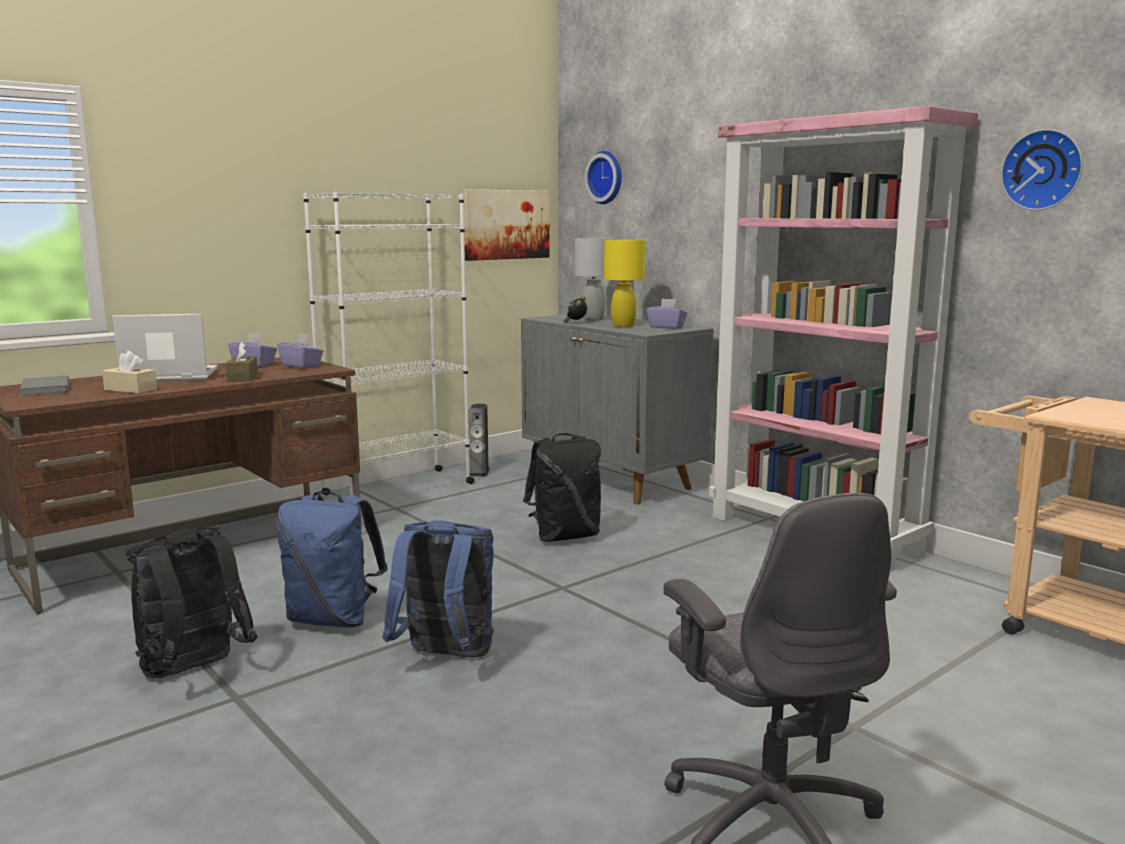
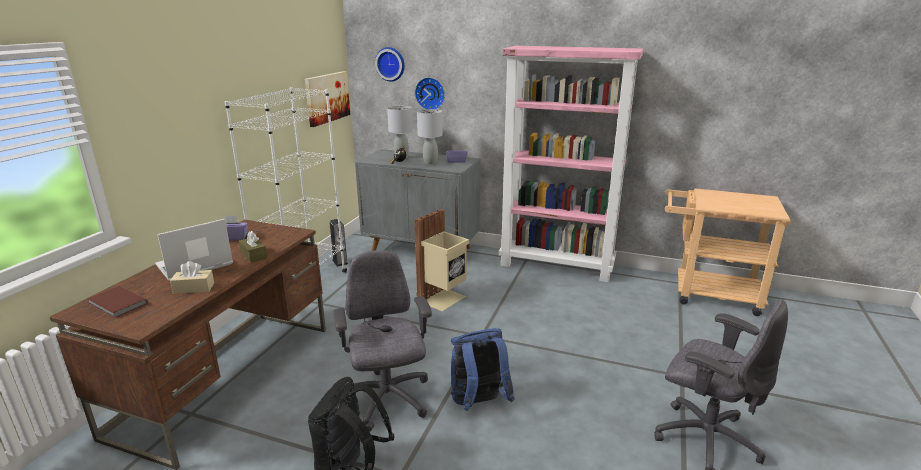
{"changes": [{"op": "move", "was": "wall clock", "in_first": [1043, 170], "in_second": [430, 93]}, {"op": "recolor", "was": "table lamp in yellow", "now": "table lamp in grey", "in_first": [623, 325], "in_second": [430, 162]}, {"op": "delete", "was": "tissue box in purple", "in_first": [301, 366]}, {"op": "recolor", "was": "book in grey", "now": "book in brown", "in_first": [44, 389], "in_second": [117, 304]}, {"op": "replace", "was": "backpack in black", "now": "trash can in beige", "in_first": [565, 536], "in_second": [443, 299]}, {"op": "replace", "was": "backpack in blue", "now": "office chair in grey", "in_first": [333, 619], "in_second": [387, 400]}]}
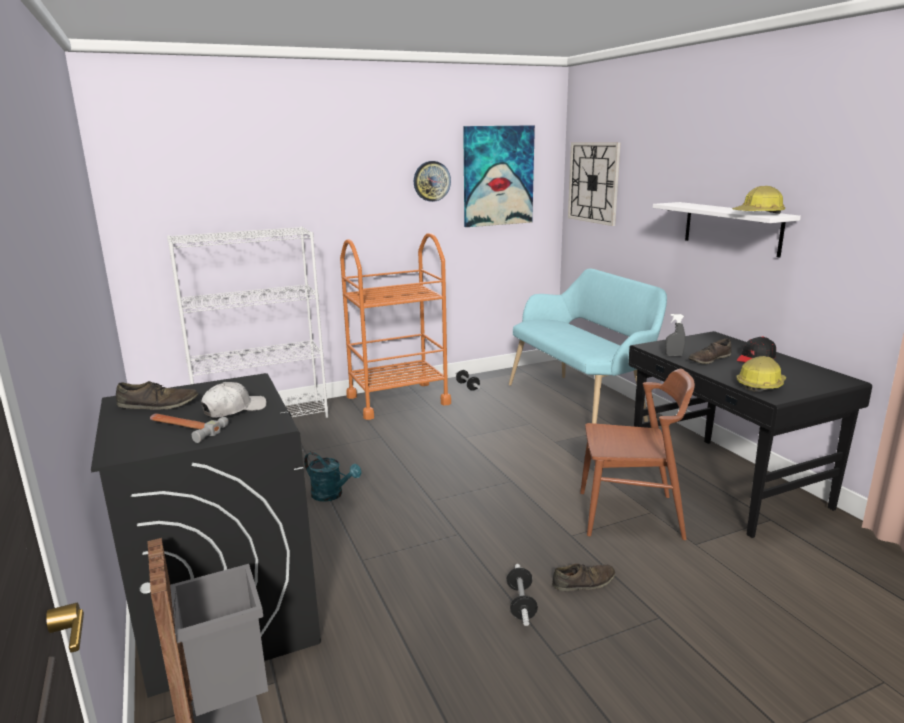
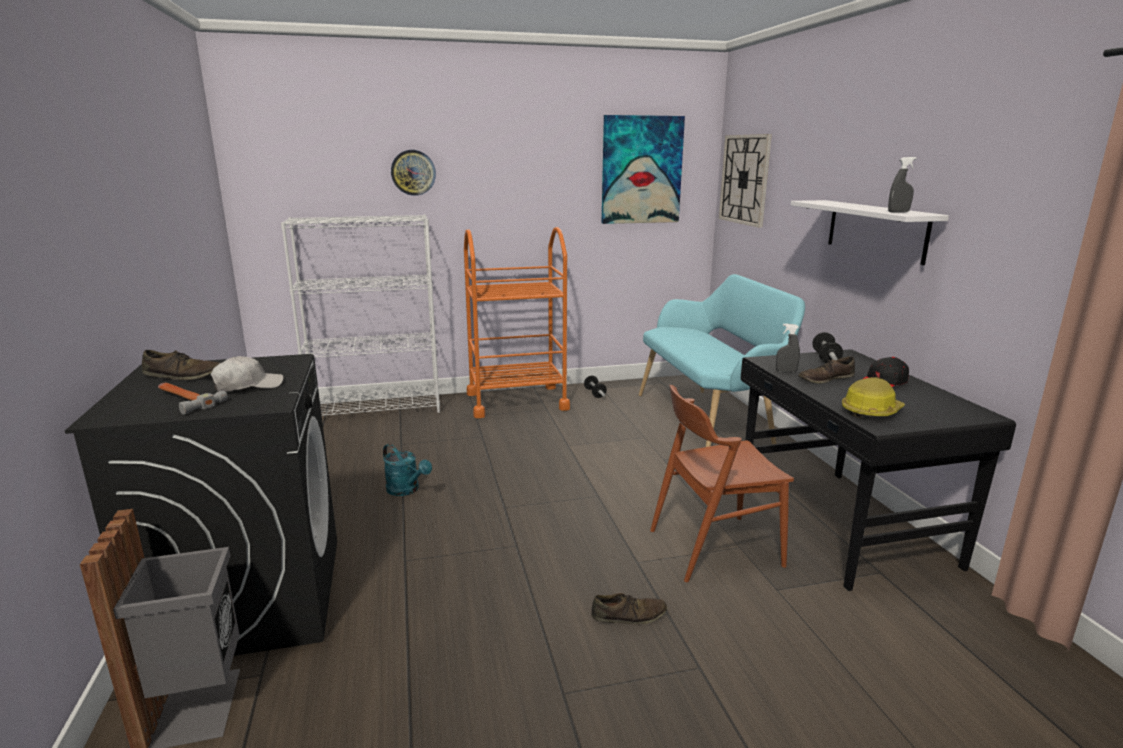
{"changes": [{"op": "move", "was": "wall clock", "in_first": [431, 181], "in_second": [413, 172]}, {"op": "replace", "was": "hard hat", "now": "spray bottle in grey", "in_first": [758, 214], "in_second": [898, 212]}, {"op": "rotate", "was": "chair in brown", "in_first": [630, 515], "in_second": [714, 547], "clockwise": 150}, {"op": "move", "was": "dumbbell", "in_first": [521, 603], "in_second": [825, 358]}]}
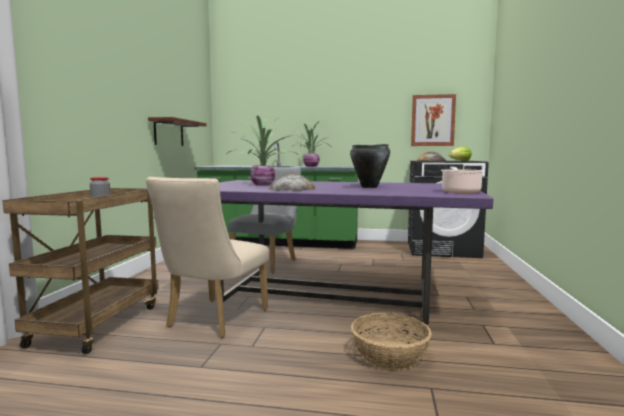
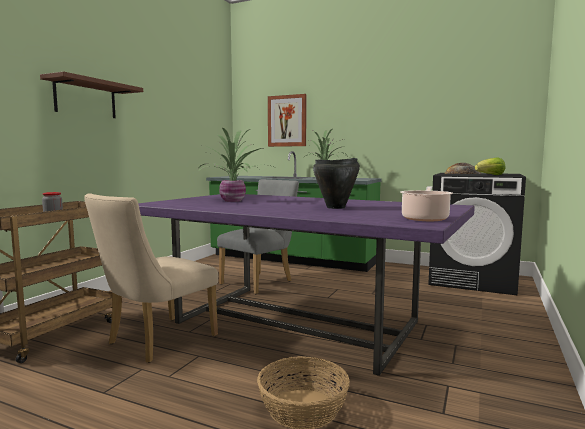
{"changes": [{"op": "move", "was": "picture", "in_first": [432, 120], "in_second": [287, 121]}, {"op": "move", "was": "shelf in brown", "in_first": [169, 133], "in_second": [85, 99]}, {"op": "delete", "was": "bread", "in_first": [292, 189]}]}
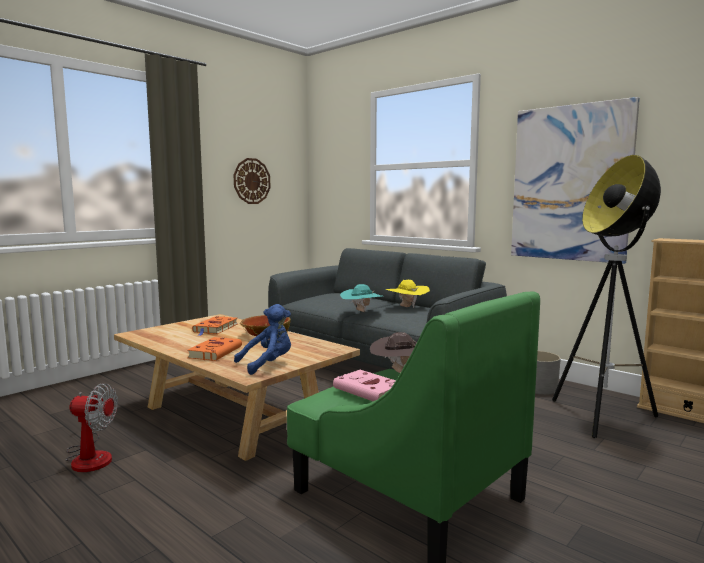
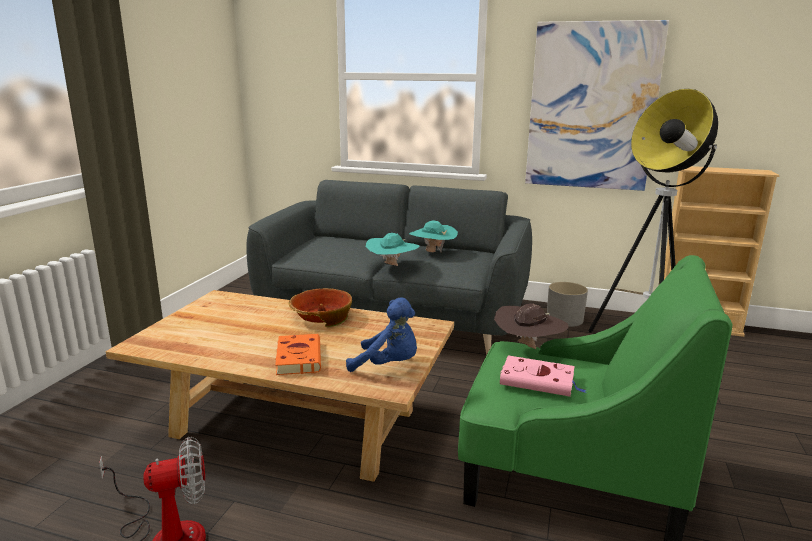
{"changes": [{"op": "delete", "was": "wall clock", "in_first": [251, 181]}, {"op": "recolor", "was": "hat in yellow", "now": "hat in turquoise", "in_first": [407, 307], "in_second": [432, 252]}, {"op": "rotate", "was": "plush toy in blue", "in_first": [268, 364], "in_second": [388, 365], "clockwise": 75}, {"op": "delete", "was": "book in orange", "in_first": [215, 328]}]}
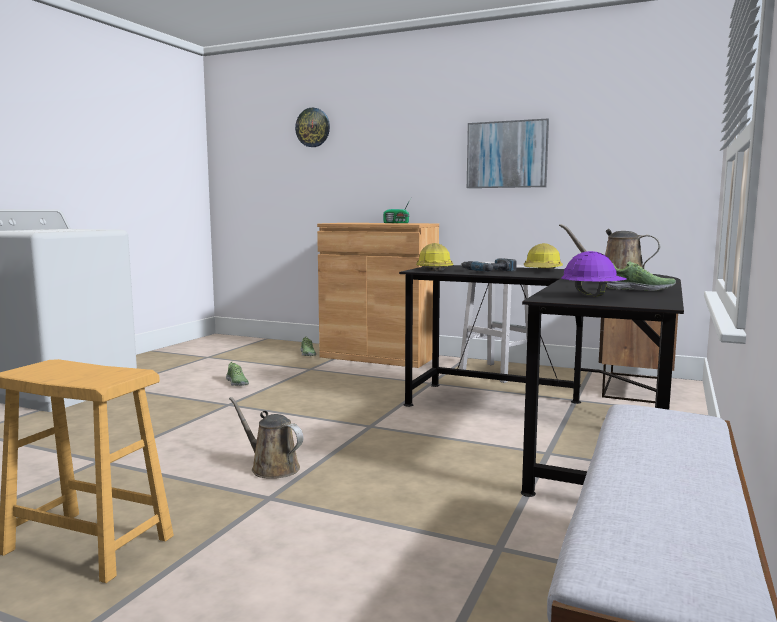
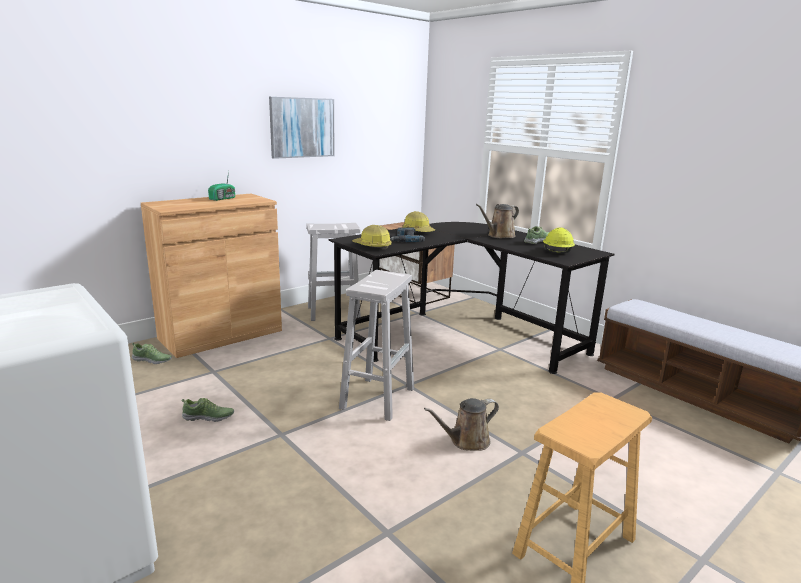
{"changes": [{"op": "delete", "was": "wall clock", "in_first": [313, 127]}, {"op": "recolor", "was": "hard hat in purple", "now": "hard hat in yellow", "in_first": [592, 295], "in_second": [557, 252]}, {"op": "insert", "now": "stool in white", "in_second": [378, 397]}]}
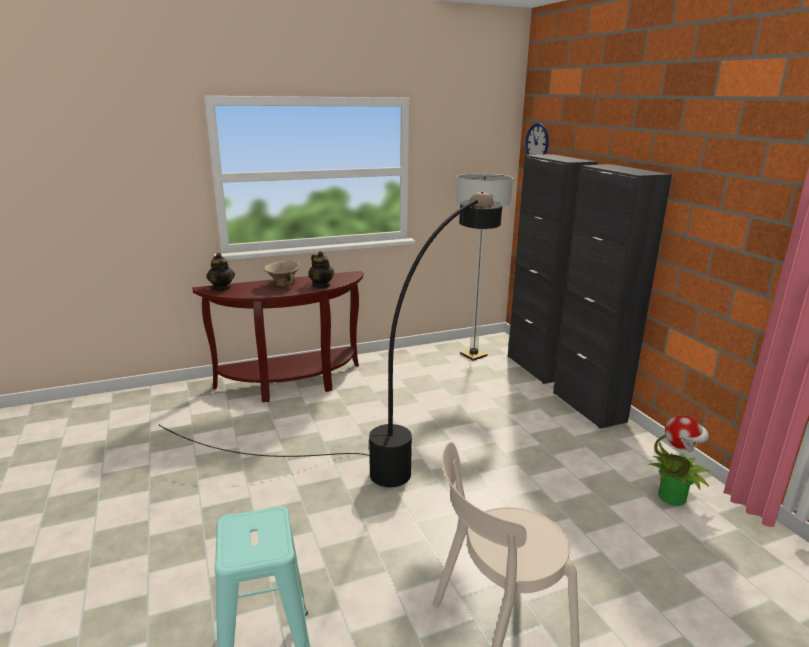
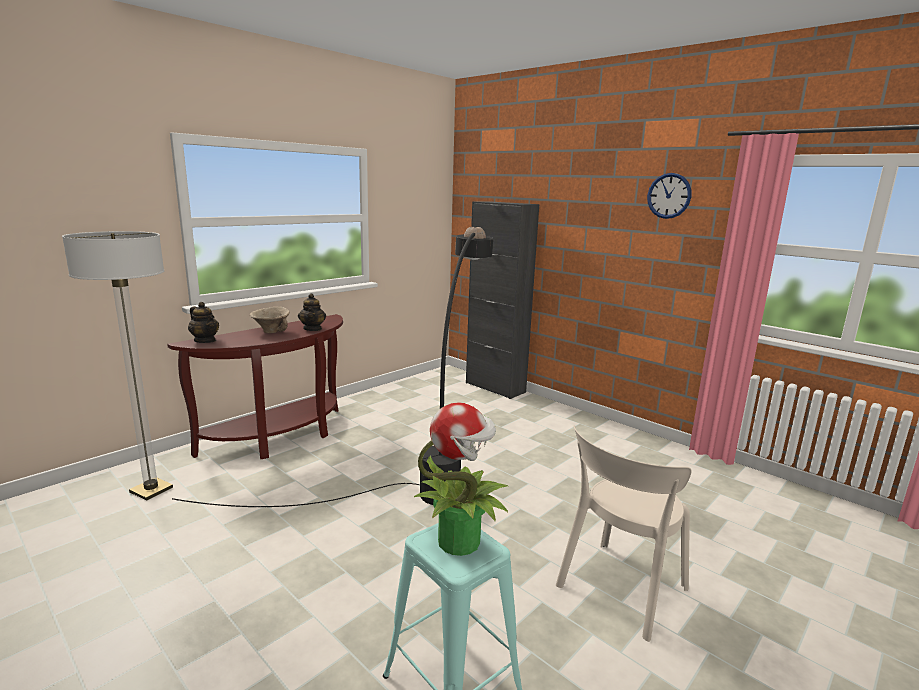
{"changes": [{"op": "move", "was": "wall clock", "in_first": [537, 143], "in_second": [669, 196]}, {"op": "delete", "was": "cabinet in black", "in_first": [588, 407]}, {"op": "move", "was": "floor lamp", "in_first": [473, 355], "in_second": [151, 490]}, {"op": "rotate", "was": "teapot", "in_first": [321, 285], "in_second": [313, 329], "clockwise": 45}, {"op": "move", "was": "potted plant", "in_first": [673, 497], "in_second": [460, 541]}]}
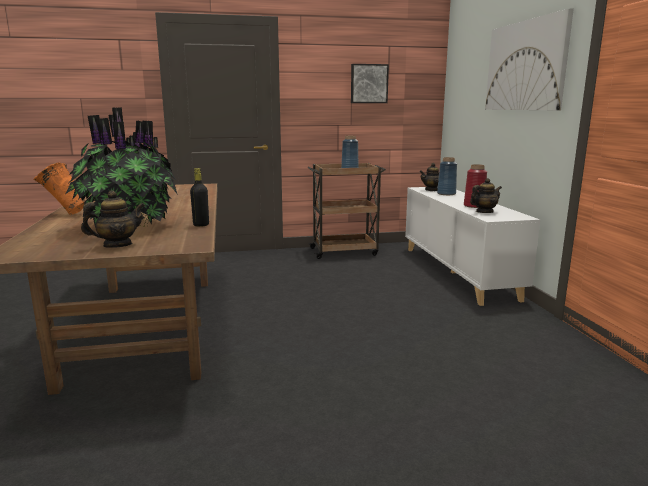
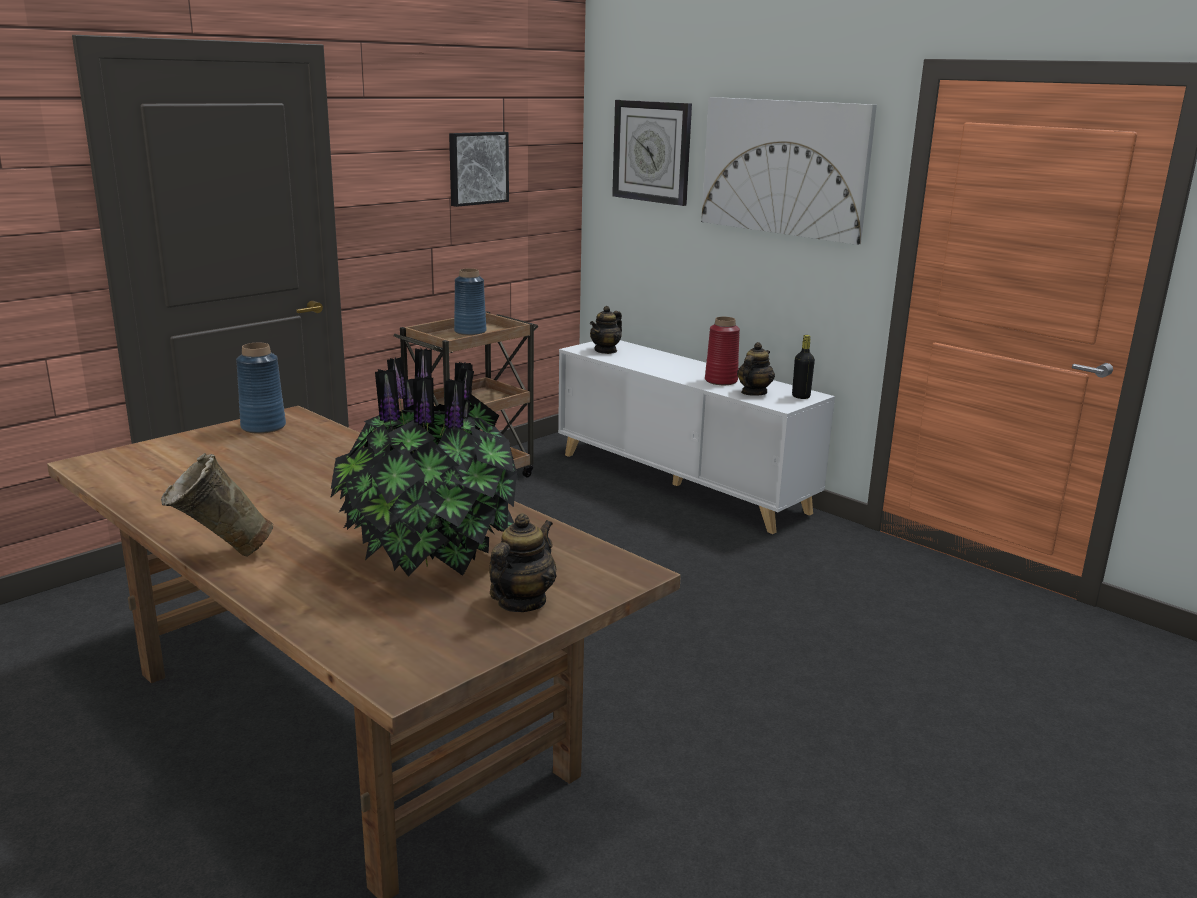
{"changes": [{"op": "move", "was": "vase in blue", "in_first": [446, 193], "in_second": [263, 427]}, {"op": "recolor", "was": "vase in orange", "now": "vase in beige", "in_first": [64, 214], "in_second": [221, 556]}, {"op": "move", "was": "bottle in black", "in_first": [201, 225], "in_second": [801, 396]}, {"op": "insert", "now": "wall clock", "in_second": [652, 151]}]}
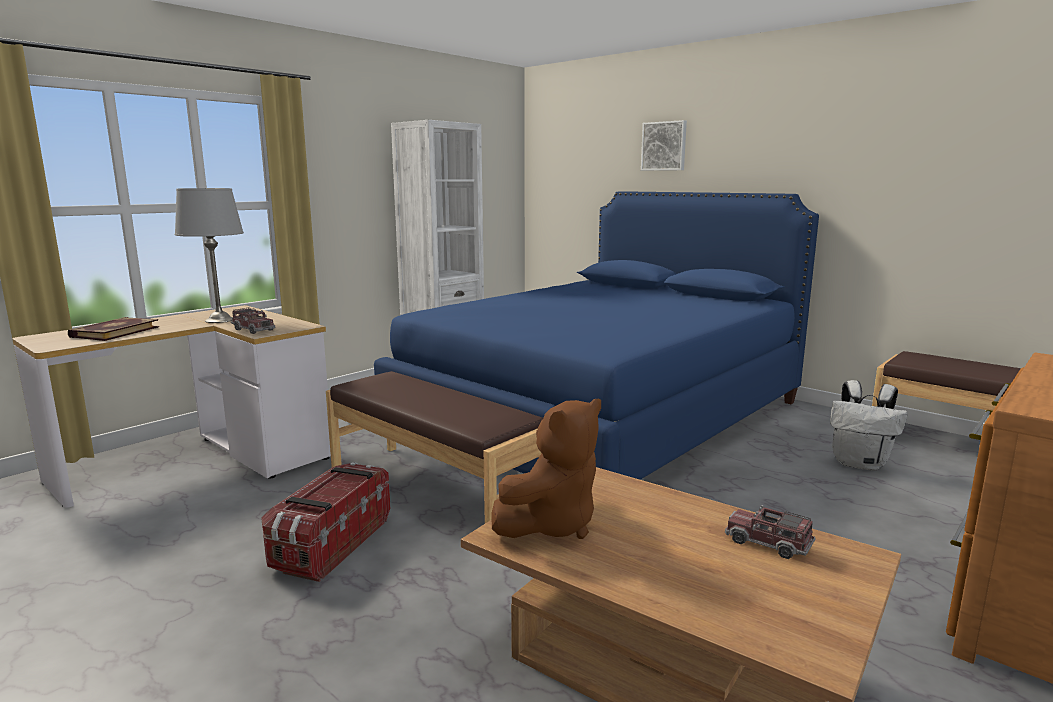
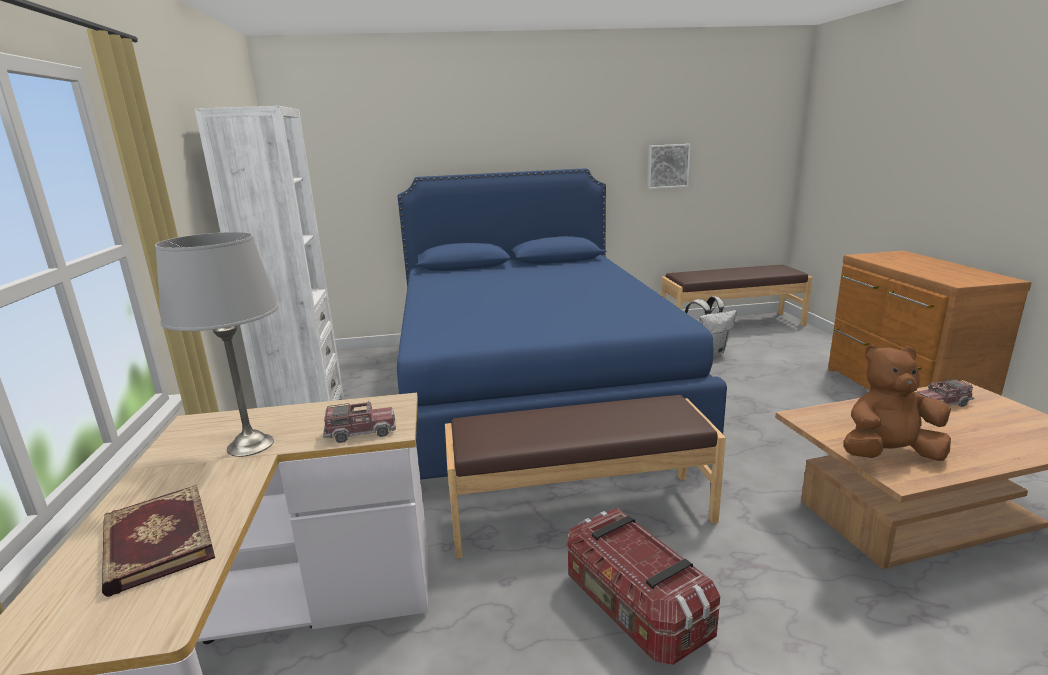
{"changes": [{"op": "move", "was": "picture", "in_first": [664, 146], "in_second": [667, 166]}, {"op": "rotate", "was": "plush toy in brown", "in_first": [551, 524], "in_second": [888, 454], "clockwise": -90}]}
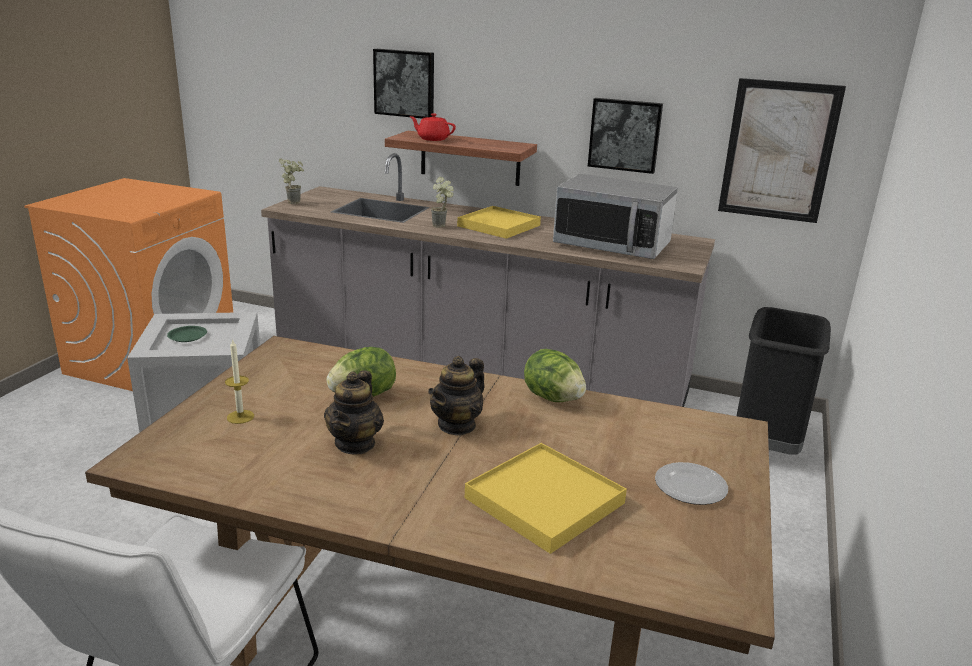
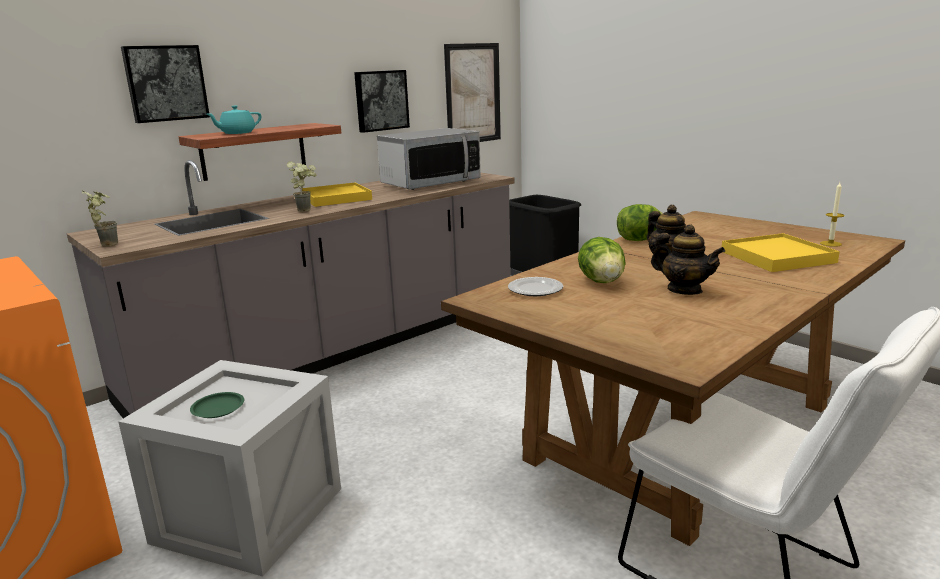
{"changes": [{"op": "recolor", "was": "teapot in red", "now": "teapot in turquoise", "in_first": [432, 139], "in_second": [237, 133]}, {"op": "move", "was": "candle", "in_first": [240, 417], "in_second": [830, 244]}, {"op": "move", "was": "plate", "in_first": [690, 487], "in_second": [536, 290]}]}
